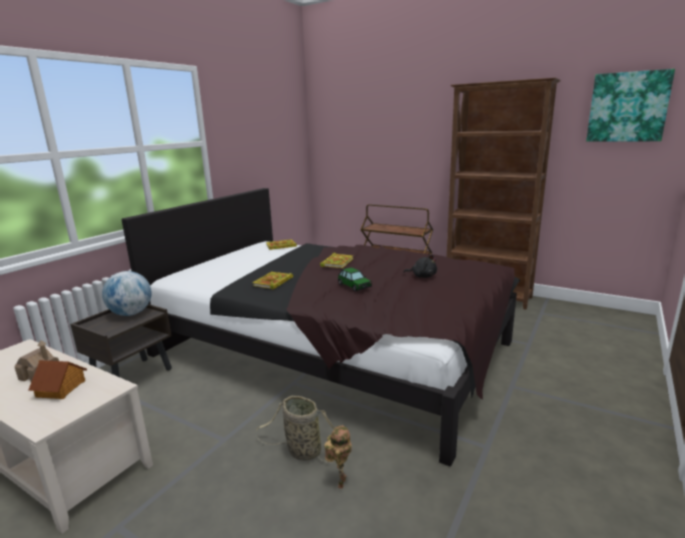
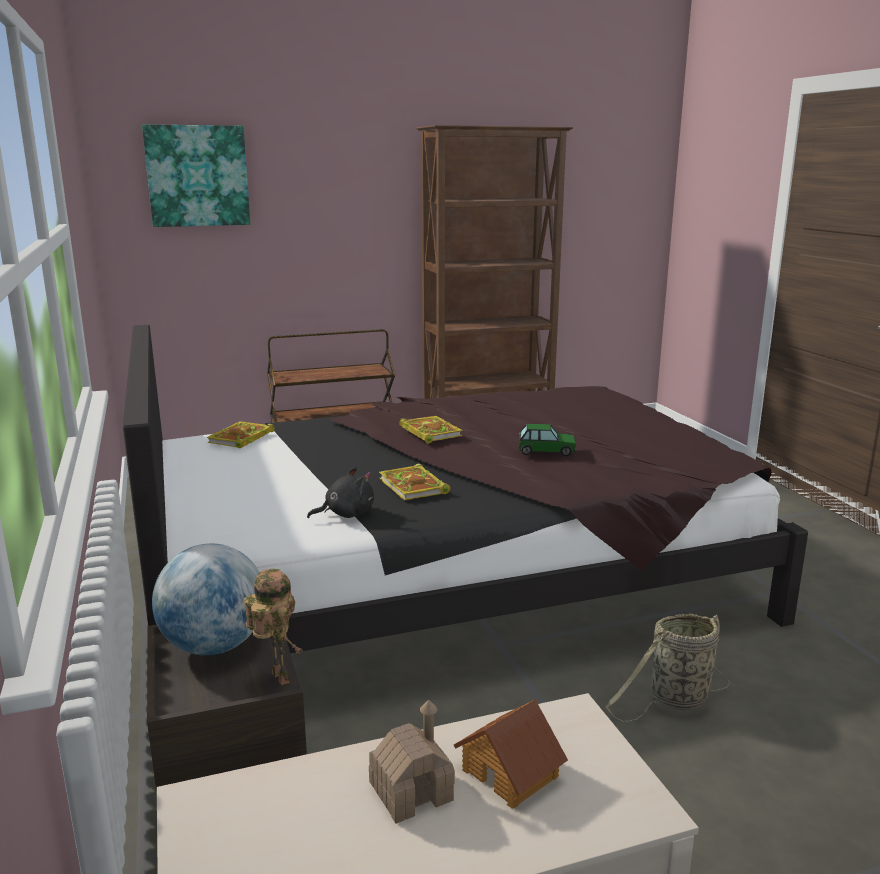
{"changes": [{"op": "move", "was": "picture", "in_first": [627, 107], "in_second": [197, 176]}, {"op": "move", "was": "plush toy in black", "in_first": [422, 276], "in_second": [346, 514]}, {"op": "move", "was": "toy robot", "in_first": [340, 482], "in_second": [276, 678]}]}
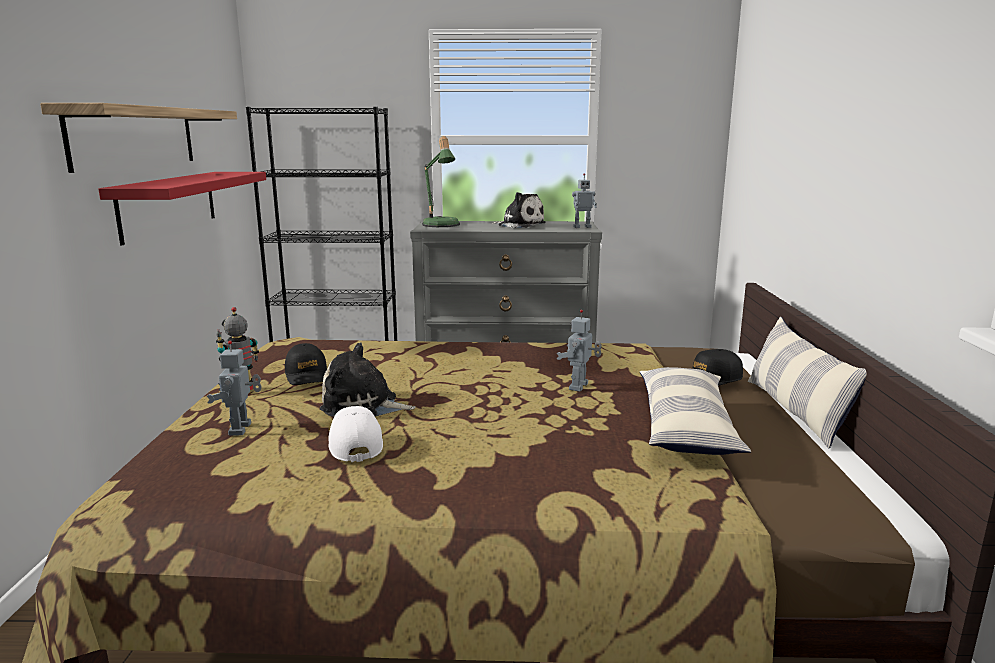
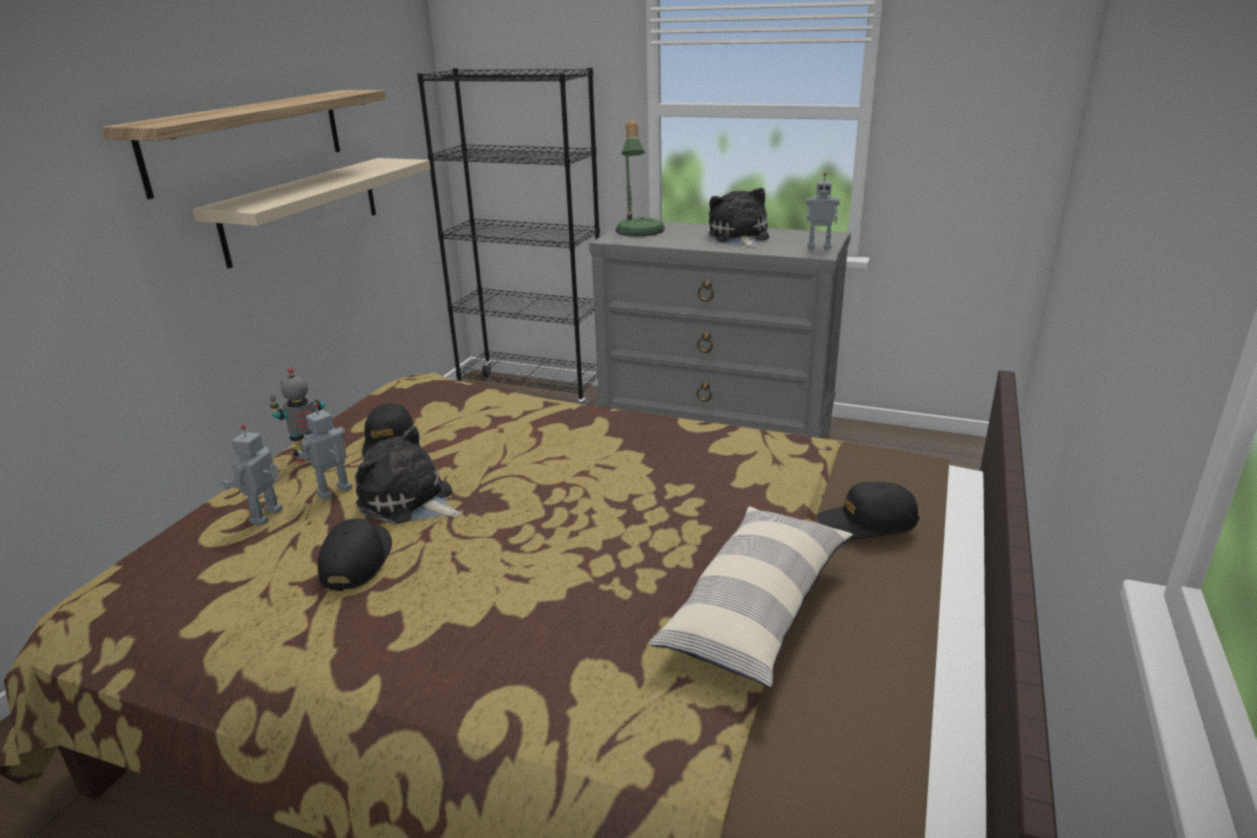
{"changes": [{"op": "recolor", "was": "shelf in red", "now": "shelf in beige", "in_first": [169, 204], "in_second": [303, 209]}, {"op": "rotate", "was": "plush toy", "in_first": [519, 225], "in_second": [739, 237], "clockwise": -150}, {"op": "move", "was": "toy robot", "in_first": [580, 387], "in_second": [335, 492]}, {"op": "delete", "was": "pillow", "in_first": [795, 411]}, {"op": "recolor", "was": "cap in white", "now": "cap in black", "in_first": [355, 443], "in_second": [357, 561]}]}
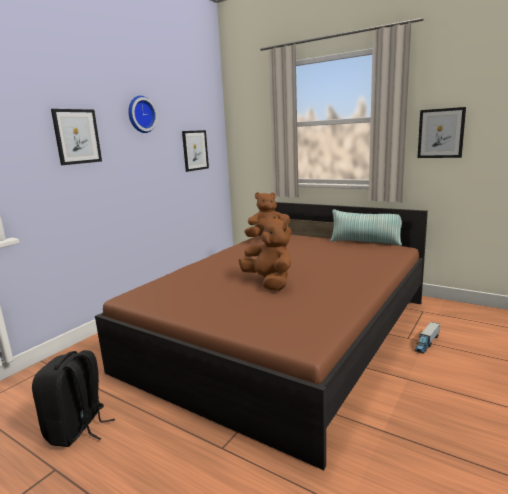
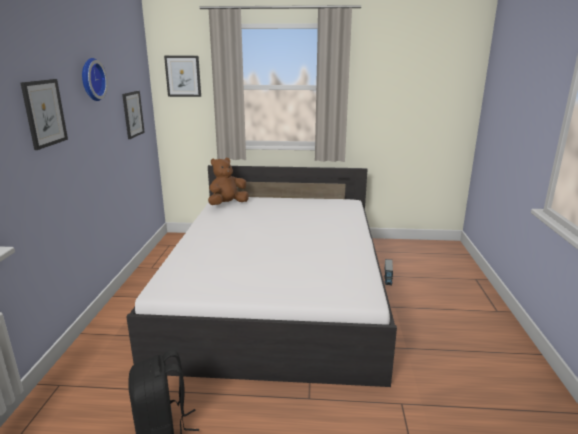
{"changes": [{"op": "move", "was": "picture", "in_first": [441, 133], "in_second": [183, 76]}, {"op": "recolor", "was": "bed in brown", "now": "bed in white", "in_first": [283, 333], "in_second": [276, 293]}, {"op": "delete", "was": "pillow", "in_first": [365, 242]}, {"op": "delete", "was": "plush toy in brown", "in_first": [269, 283]}]}
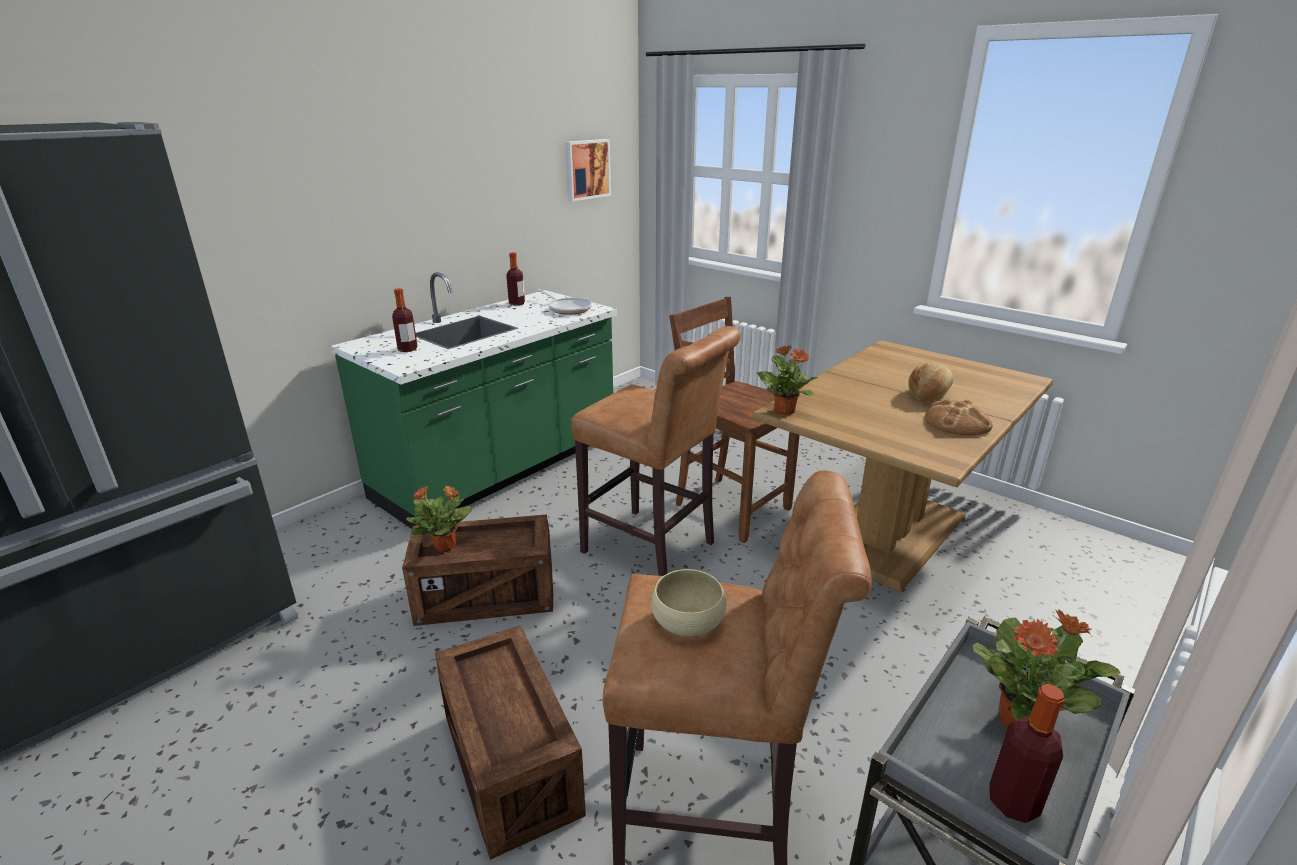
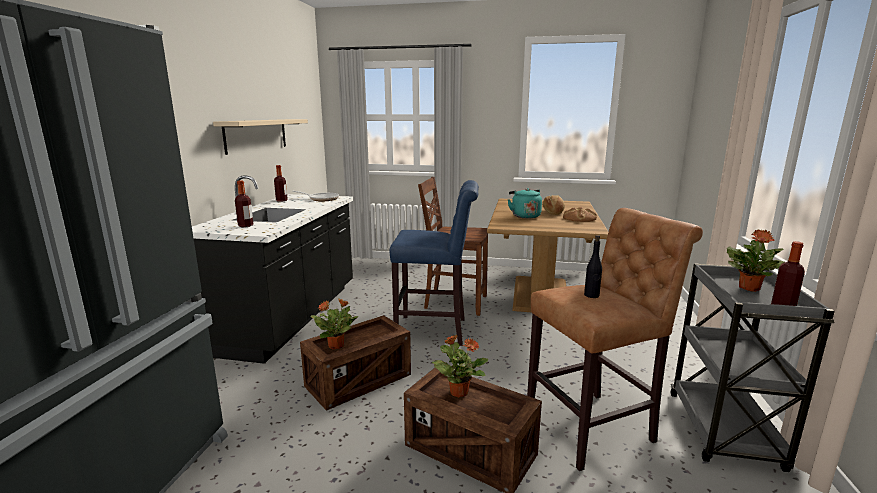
{"changes": [{"op": "delete", "was": "picture", "in_first": [586, 169]}, {"op": "recolor", "was": "counter in green", "now": "counter in black", "in_first": [500, 469], "in_second": [290, 317]}, {"op": "recolor", "was": "stool in brown", "now": "stool in blue", "in_first": [654, 550], "in_second": [436, 331]}, {"op": "move", "was": "potted plant", "in_first": [784, 410], "in_second": [458, 392]}, {"op": "replace", "was": "bowl in beige", "now": "bottle in black", "in_first": [688, 619], "in_second": [591, 295]}, {"op": "insert", "now": "shelf in beige", "in_second": [256, 135]}, {"op": "insert", "now": "kettle in turquoise", "in_second": [524, 216]}]}
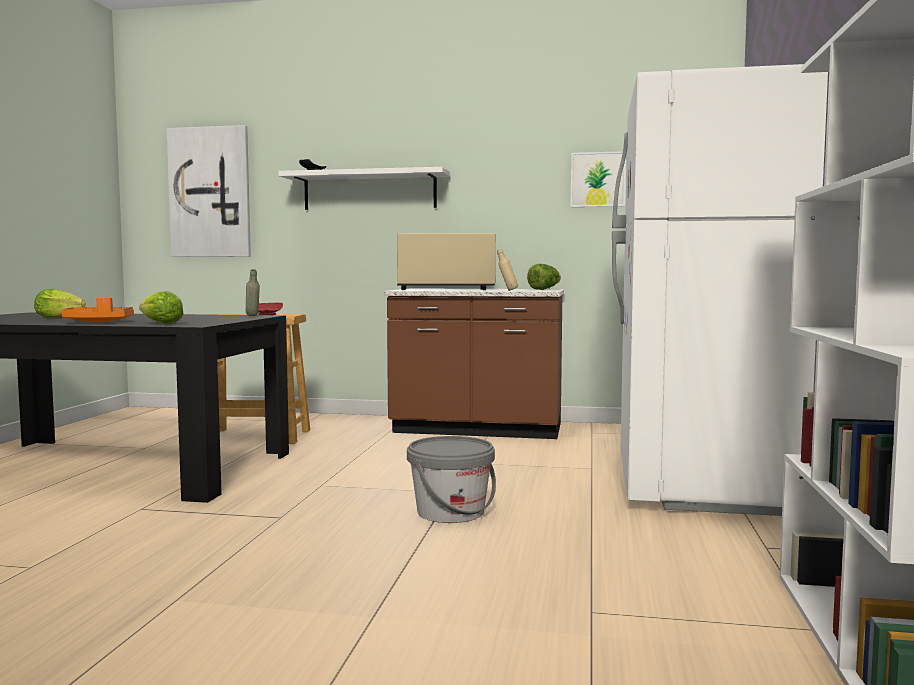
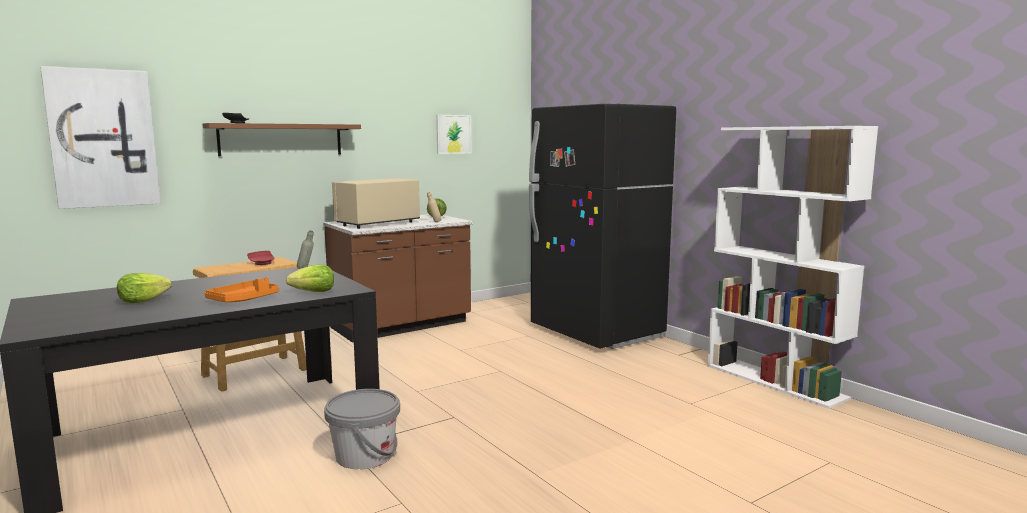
{"changes": [{"op": "recolor", "was": "fridge in white", "now": "fridge in black", "in_first": [701, 487], "in_second": [596, 332]}, {"op": "recolor", "was": "shelf in white", "now": "shelf in brown", "in_first": [369, 191], "in_second": [281, 139]}, {"op": "move", "was": "bucket in grey", "in_first": [451, 512], "in_second": [365, 455]}]}
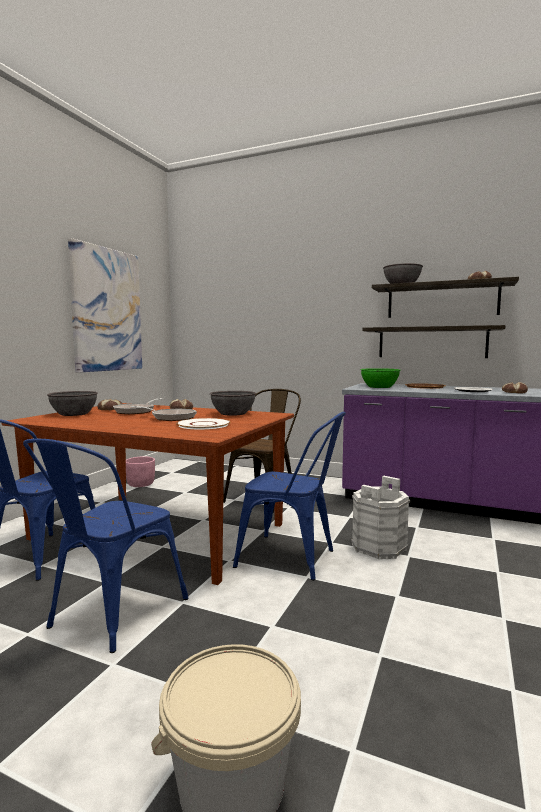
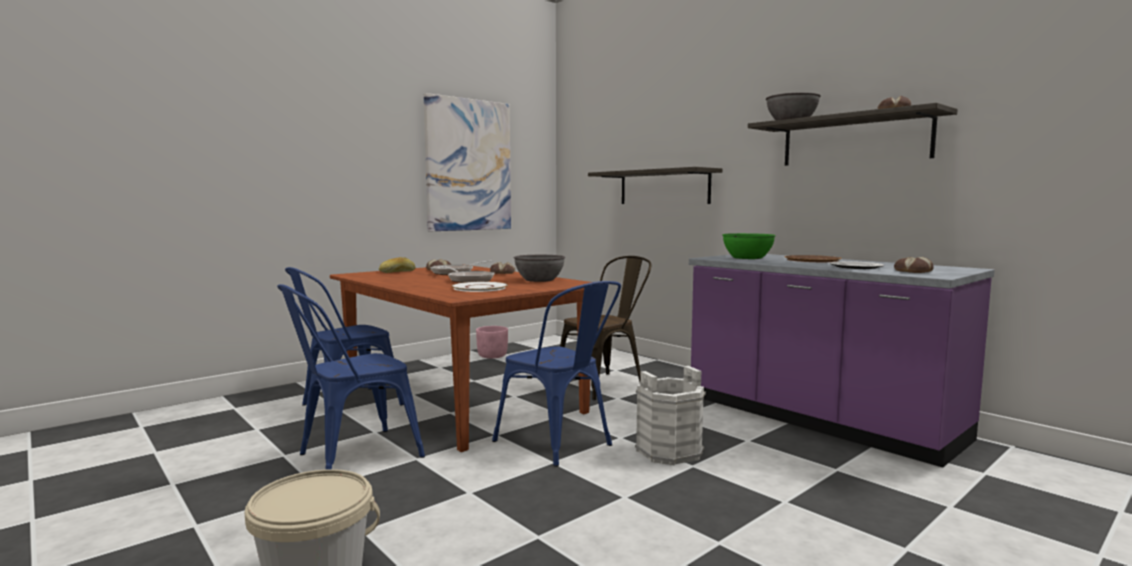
{"changes": [{"op": "move", "was": "shelf", "in_first": [431, 342], "in_second": [663, 187]}, {"op": "replace", "was": "bowl in grey", "now": "bread", "in_first": [74, 414], "in_second": [397, 272]}]}
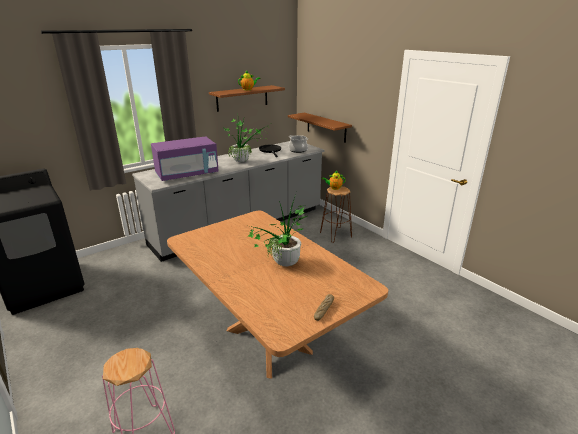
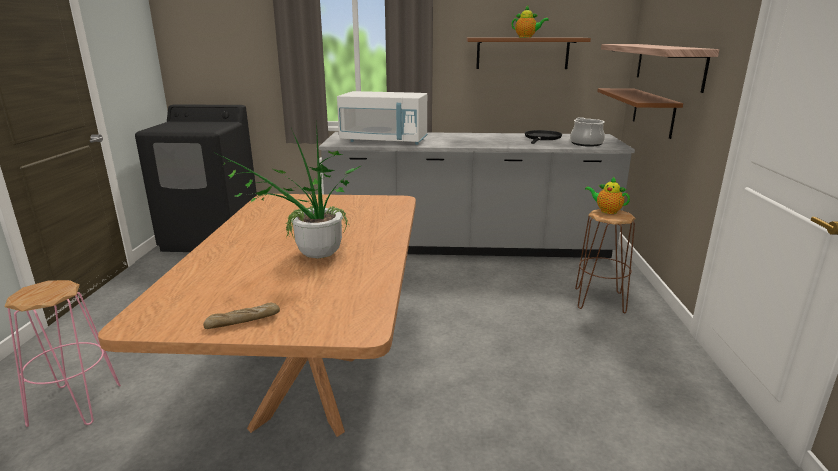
{"changes": [{"op": "delete", "was": "potted plant", "in_first": [244, 161]}, {"op": "recolor", "was": "microwave in purple", "now": "microwave in white", "in_first": [187, 174], "in_second": [384, 141]}, {"op": "insert", "now": "shelf", "in_second": [668, 65]}]}
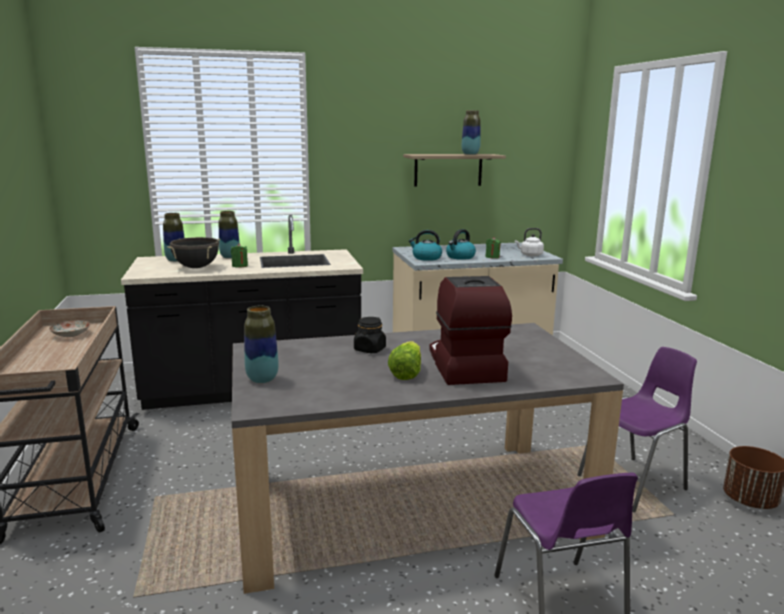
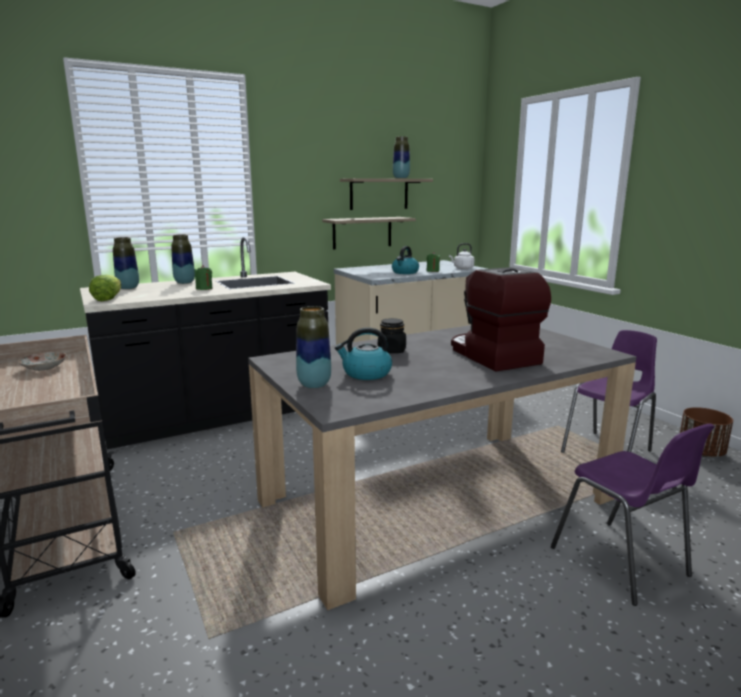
{"changes": [{"op": "move", "was": "kettle", "in_first": [426, 258], "in_second": [366, 373]}, {"op": "delete", "was": "cooking pot in black", "in_first": [196, 267]}, {"op": "move", "was": "lettuce", "in_first": [406, 373], "in_second": [108, 299]}, {"op": "insert", "now": "shelf", "in_second": [362, 232]}]}
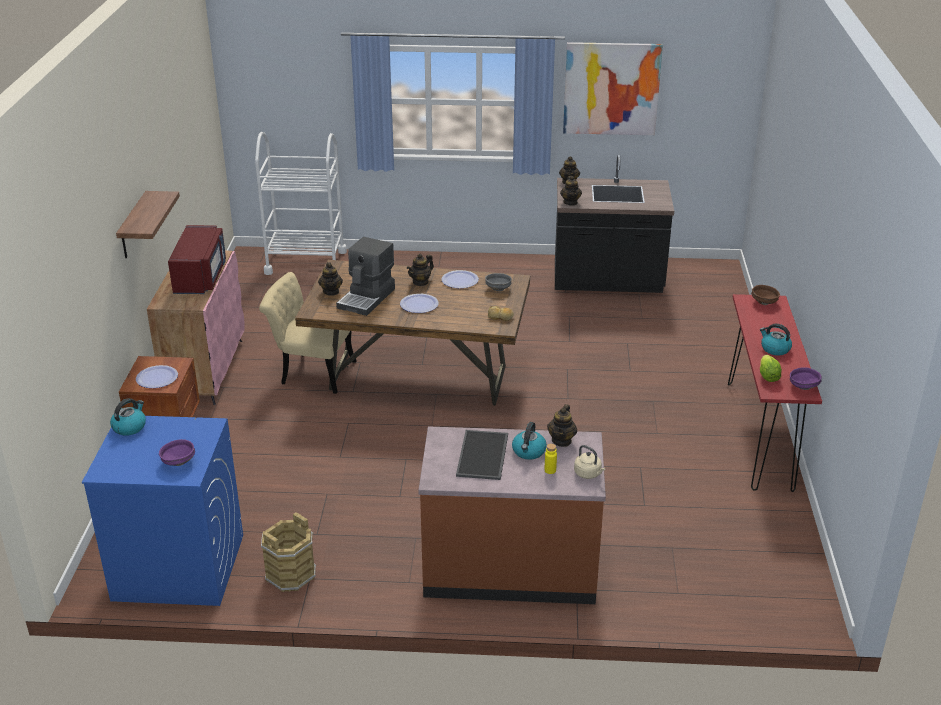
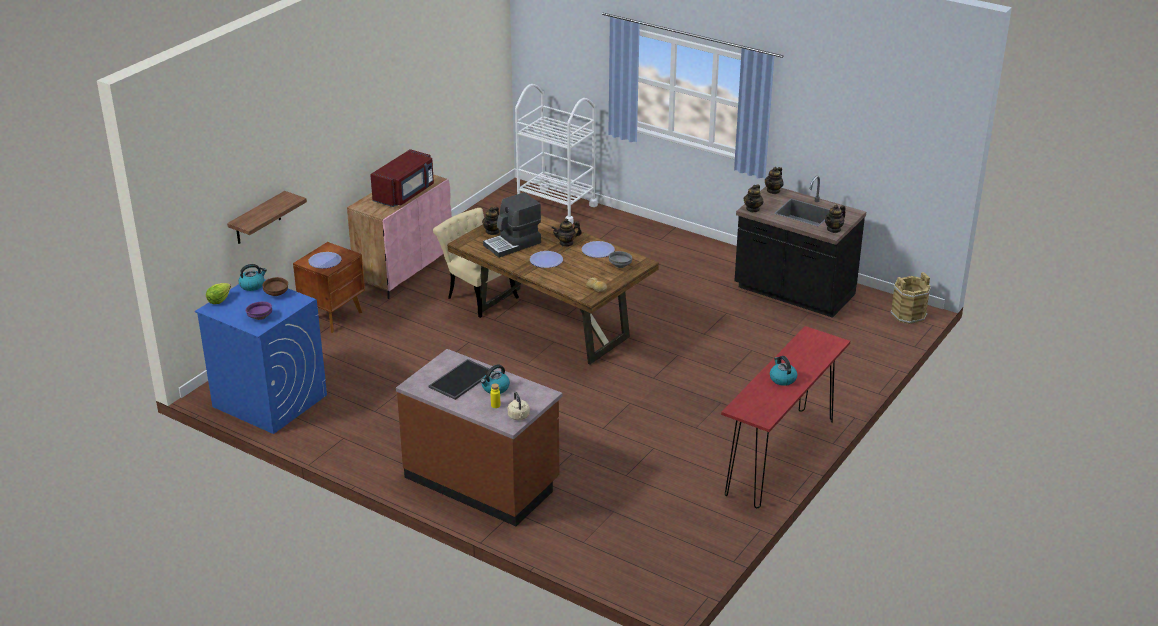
{"changes": [{"op": "delete", "was": "picture", "in_first": [611, 88]}, {"op": "move", "was": "shelf", "in_first": [133, 226], "in_second": [258, 219]}, {"op": "move", "was": "bowl in brown", "in_first": [764, 302], "in_second": [276, 294]}, {"op": "move", "was": "lettuce", "in_first": [768, 376], "in_second": [219, 300]}, {"op": "delete", "was": "bowl in purple", "in_first": [803, 386]}, {"op": "move", "was": "teapot", "in_first": [562, 440], "in_second": [834, 229]}, {"op": "move", "was": "bucket in brown", "in_first": [291, 574], "in_second": [908, 315]}]}
